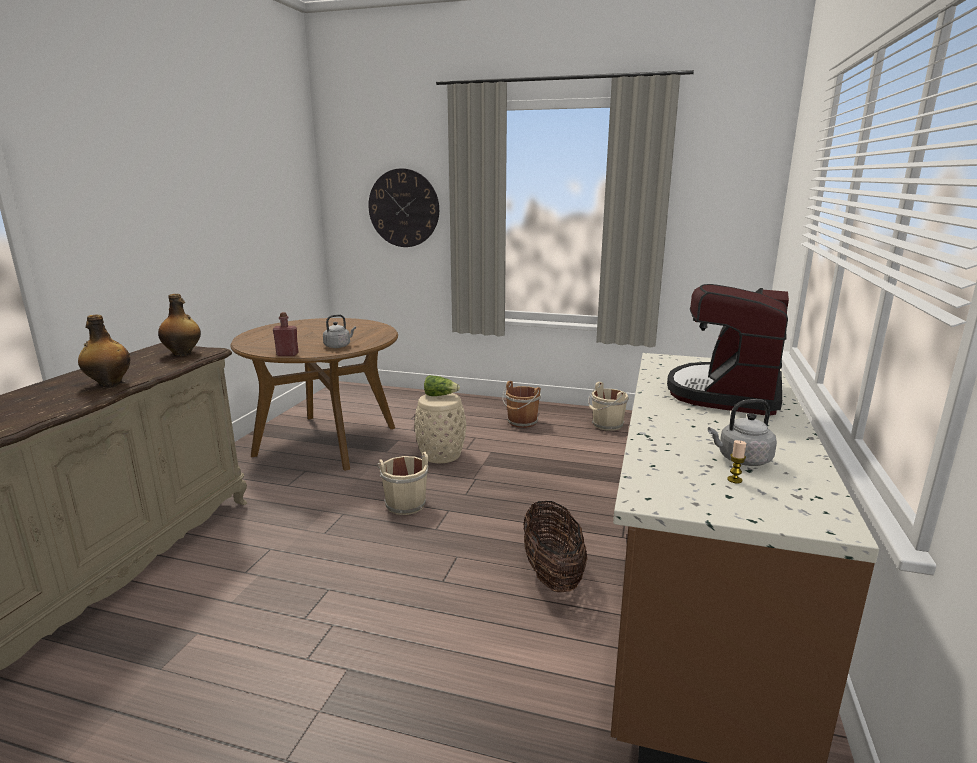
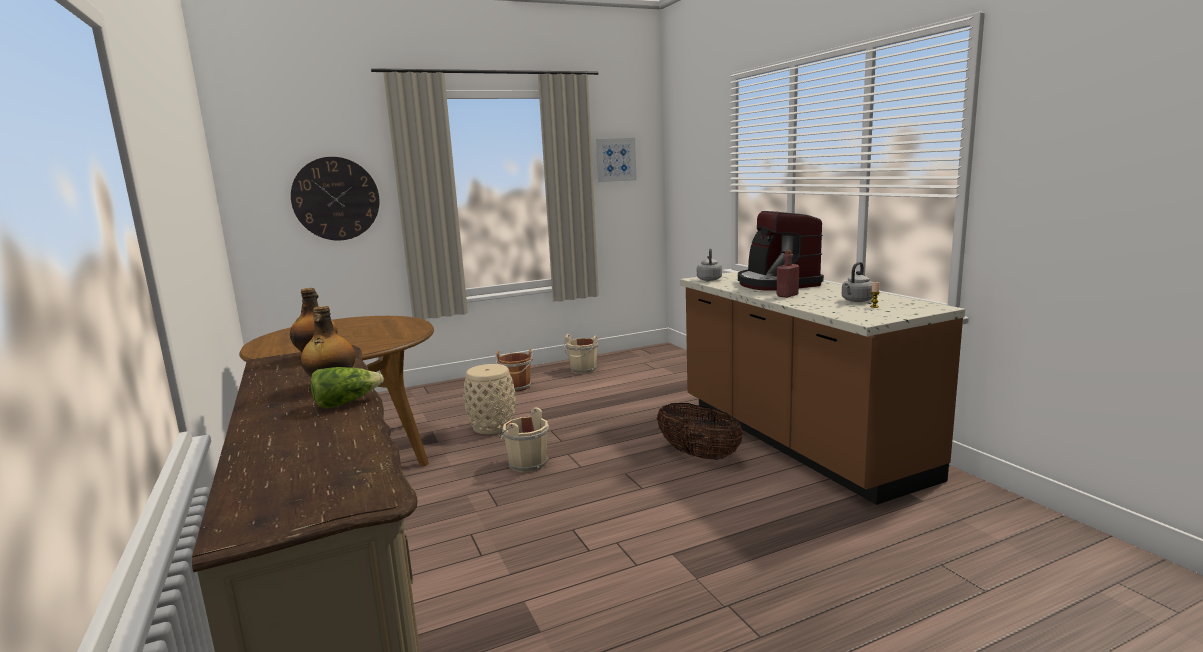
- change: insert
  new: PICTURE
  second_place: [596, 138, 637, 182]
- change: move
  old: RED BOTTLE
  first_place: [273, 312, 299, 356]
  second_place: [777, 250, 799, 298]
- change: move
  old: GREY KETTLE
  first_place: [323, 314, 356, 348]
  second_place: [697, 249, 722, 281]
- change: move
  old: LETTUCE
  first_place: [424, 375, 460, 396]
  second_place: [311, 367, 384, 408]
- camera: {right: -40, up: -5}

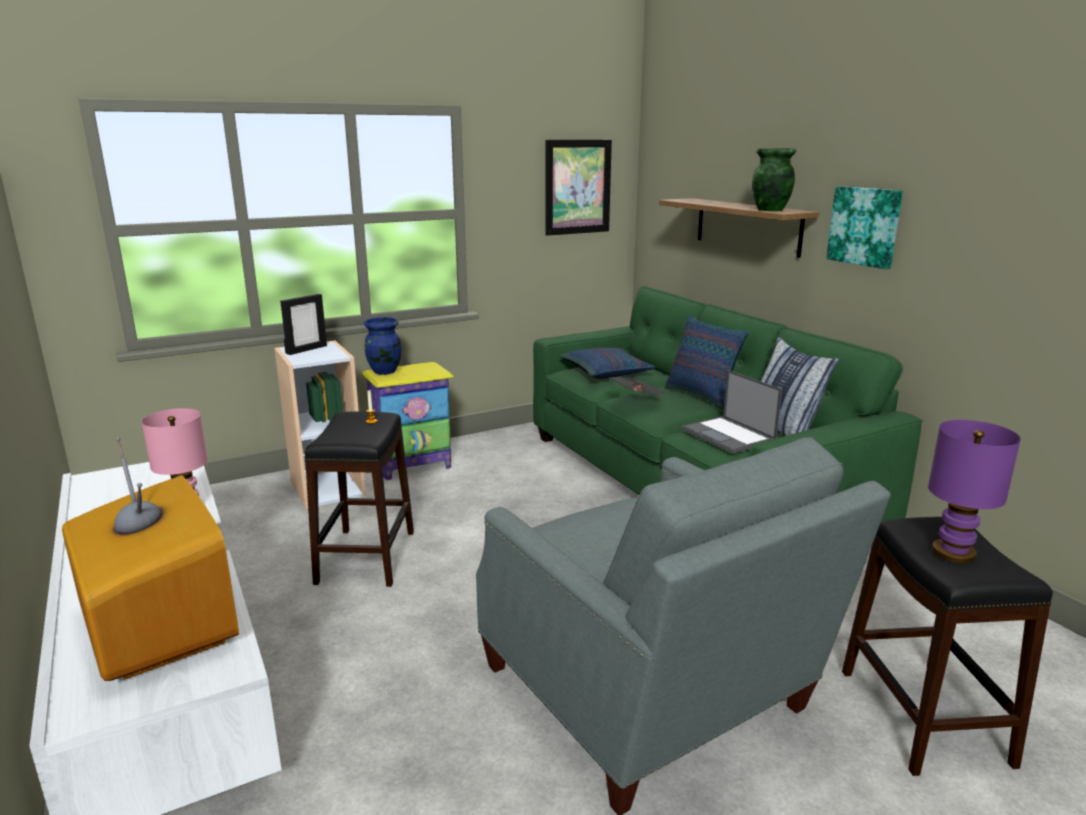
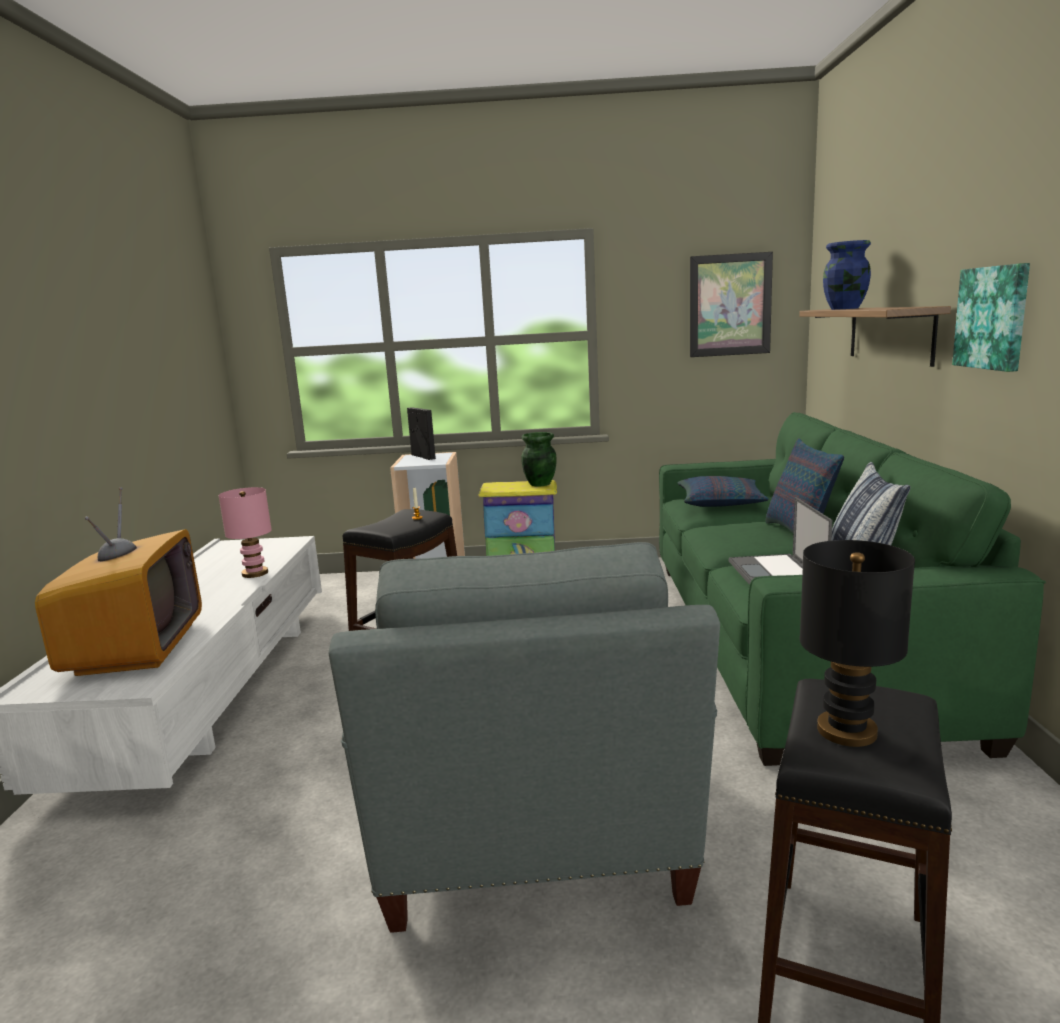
- change: delete
  old: NEWSPAPER
  first_place: [609, 377, 665, 396]
- change: move
  old: BLUE VASE
  first_place: [364, 317, 401, 375]
  second_place: [823, 240, 871, 310]
- change: move
  old: GREEN VASE
  first_place: [752, 148, 796, 211]
  second_place: [521, 432, 557, 486]
- change: recolor
  old: PURPLE TABLE LAMP
  new: BLACK TABLE LAMP
  first_place: [928, 420, 1021, 564]
  second_place: [800, 540, 915, 747]
- change: rotate
  old: PICTURE FRAME
  first_place: [280, 294, 327, 355]
  second_place: [407, 407, 436, 460]
  degrees: -105
- camera: {right: 30, up: -5}

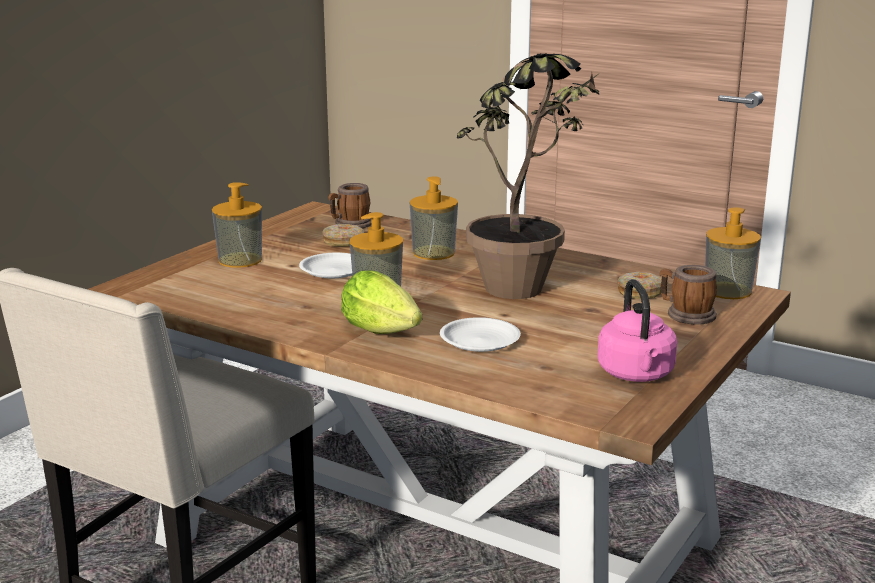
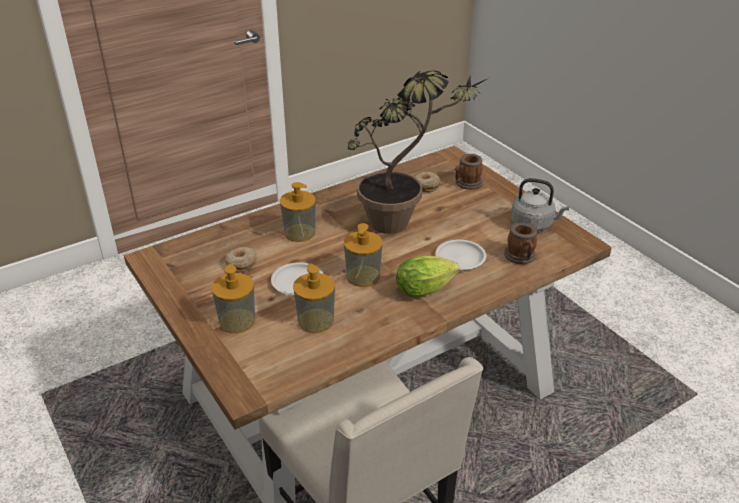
- change: move
  old: MUG
  first_place: [328, 183, 371, 228]
  second_place: [504, 223, 537, 264]
- change: move
  old: SOAP DISPENSER
  first_place: [705, 208, 761, 299]
  second_place: [293, 264, 335, 333]
- change: recolor
  old: PINK KETTLE
  new: GREY KETTLE
  first_place: [597, 279, 677, 382]
  second_place: [511, 178, 569, 231]
- camera: {right: -65, up: 15}

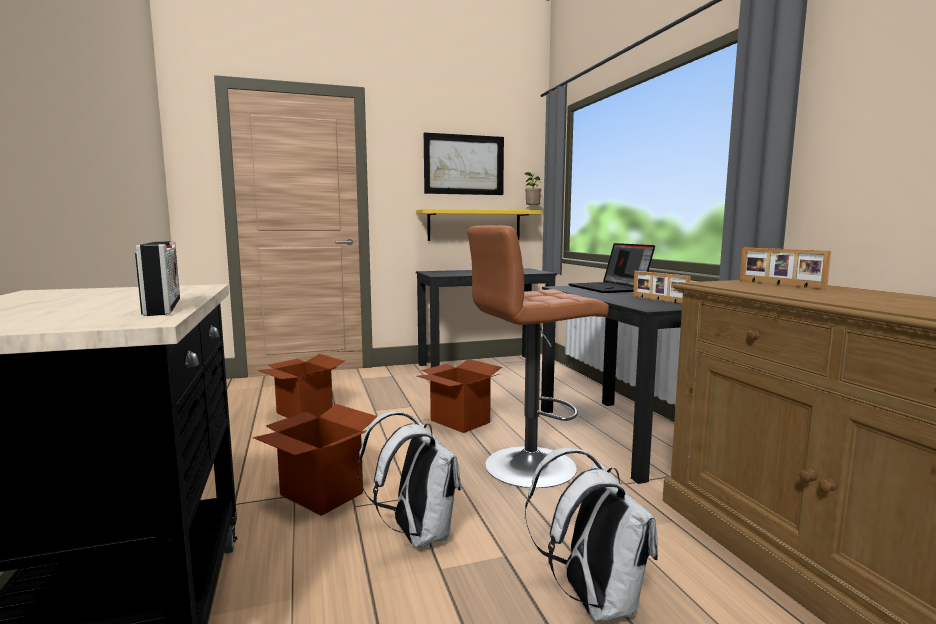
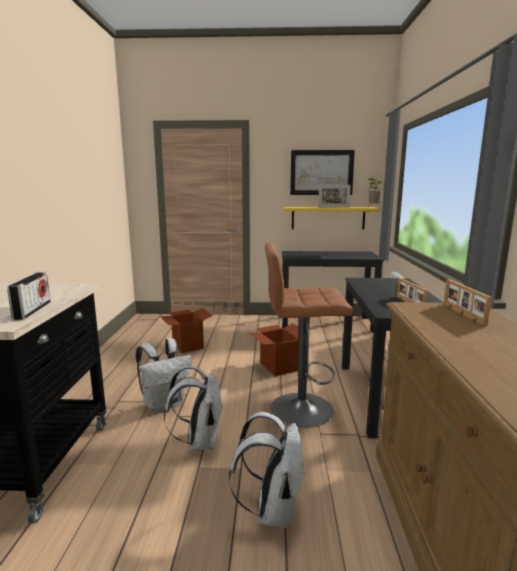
- change: delete
  old: LAPTOP
  first_place: [568, 243, 655, 293]
- change: insert
  new: PICTURE FRAME
  second_place: [318, 185, 351, 208]
- change: replace
  old: CARDBOARD BOX
  new: WHITE BACKPACK
  first_place: [253, 404, 378, 516]
  second_place: [136, 338, 192, 412]
- camera: {right: 20, up: 5}

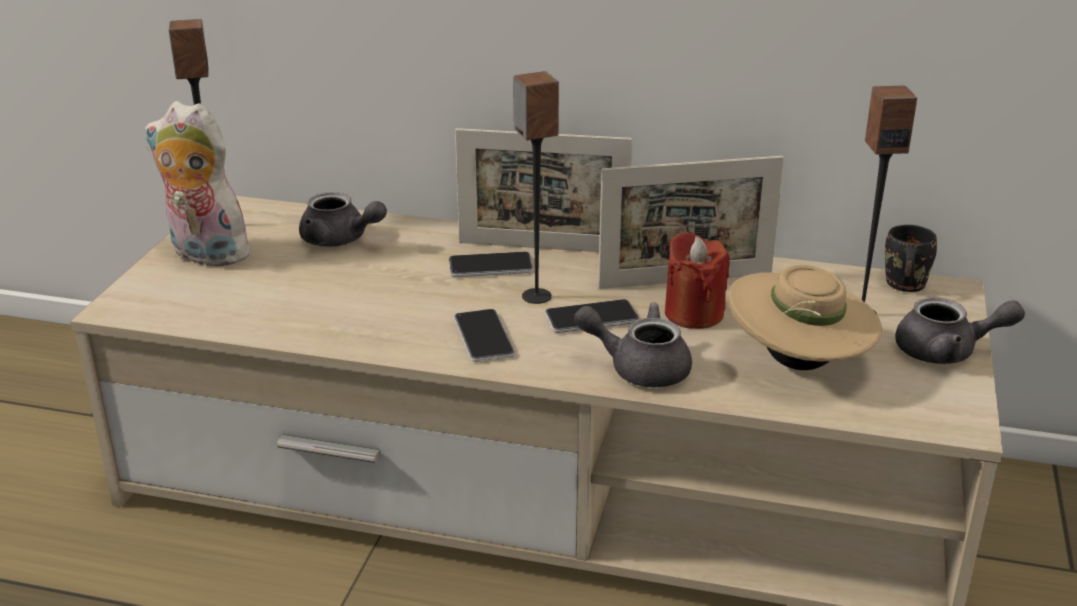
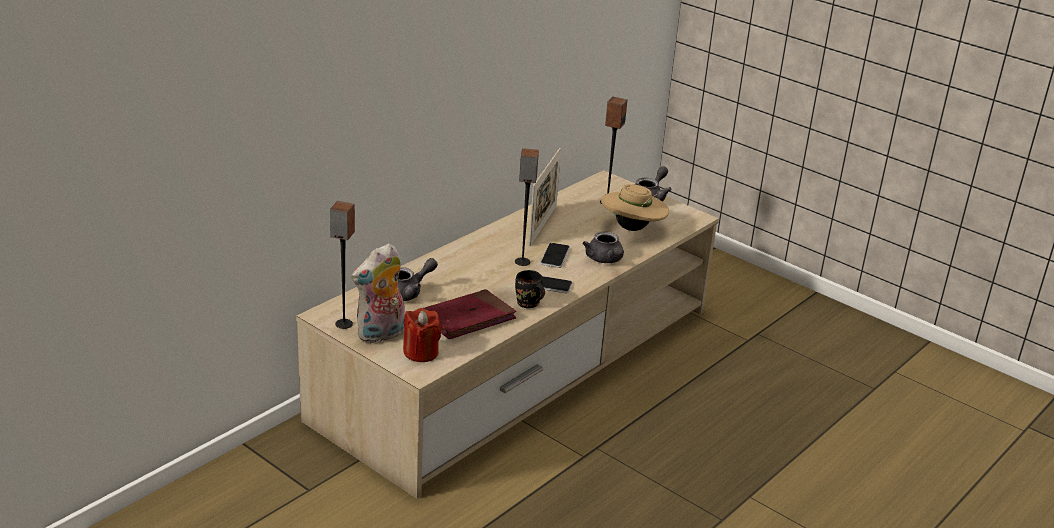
- change: delete
  old: PHONE
  first_place: [449, 252, 533, 277]
- change: delete
  old: PICTURE FRAME
  first_place: [455, 128, 632, 252]
- change: insert
  new: RED BOOK
  second_place: [423, 289, 517, 339]
- change: move
  old: RED CANDLE
  first_place: [665, 231, 730, 329]
  second_place: [403, 308, 441, 362]
- change: move
  old: BLACK MUG
  first_place: [885, 225, 937, 292]
  second_place: [515, 270, 545, 308]
- change: rotate
  old: GREY TEAPOT
  first_place: [574, 303, 692, 387]
  second_place: [583, 232, 624, 263]
  degrees: -60
- camera: {right: -65, up: 0}

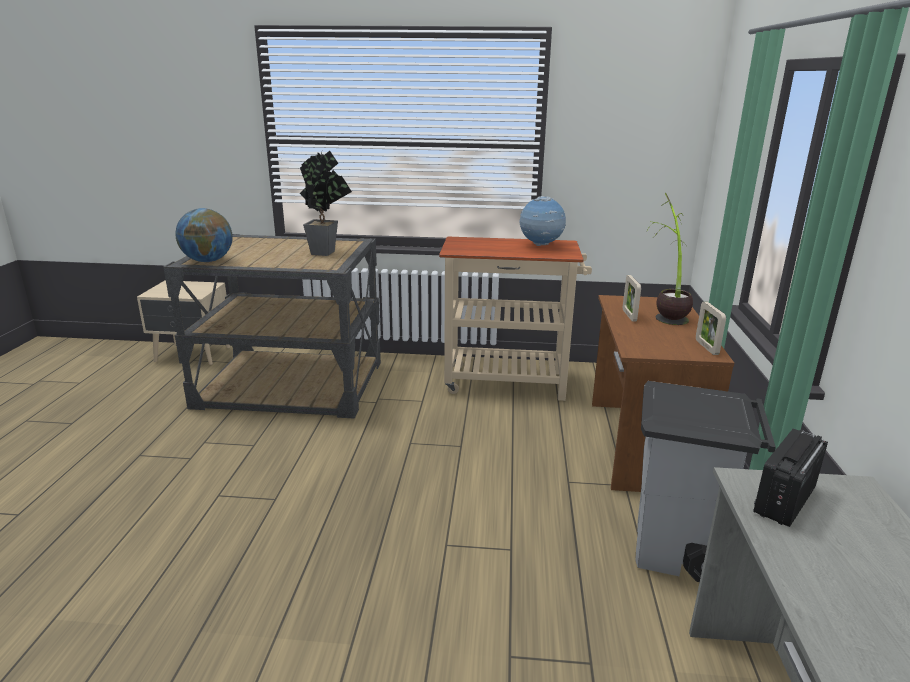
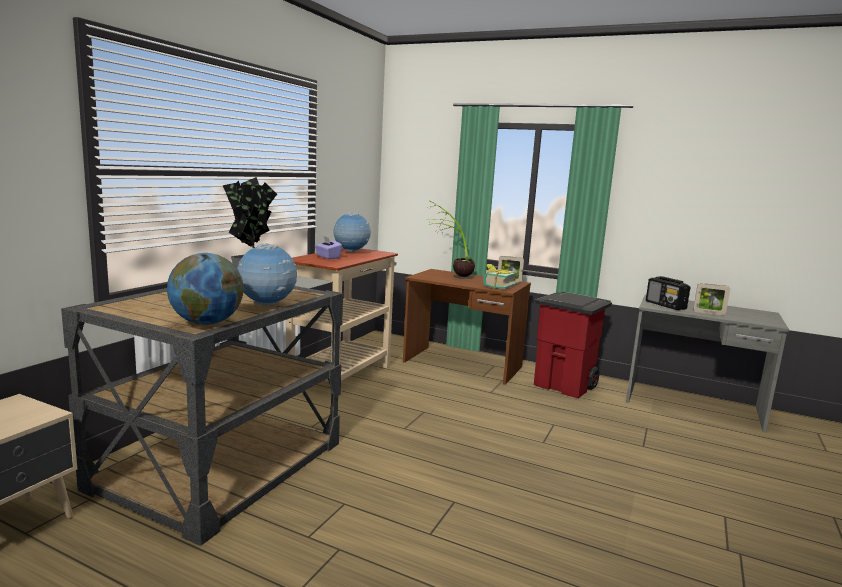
- change: insert
  new: GLOBE
  second_place: [237, 243, 297, 306]
- change: insert
  new: PURPLE TISSUE BOX
  second_place: [315, 236, 342, 259]
- change: insert
  new: BOOK
  second_place: [483, 264, 518, 289]
- change: move
  old: PICTURE FRAME
  first_place: [623, 275, 641, 321]
  second_place: [693, 283, 730, 315]
- change: recolor
  old: GREY TRASH CAN
  new: RED TRASH CAN
  first_place: [635, 381, 776, 582]
  second_place: [534, 292, 612, 398]
- camera: {right: -70, up: -10}

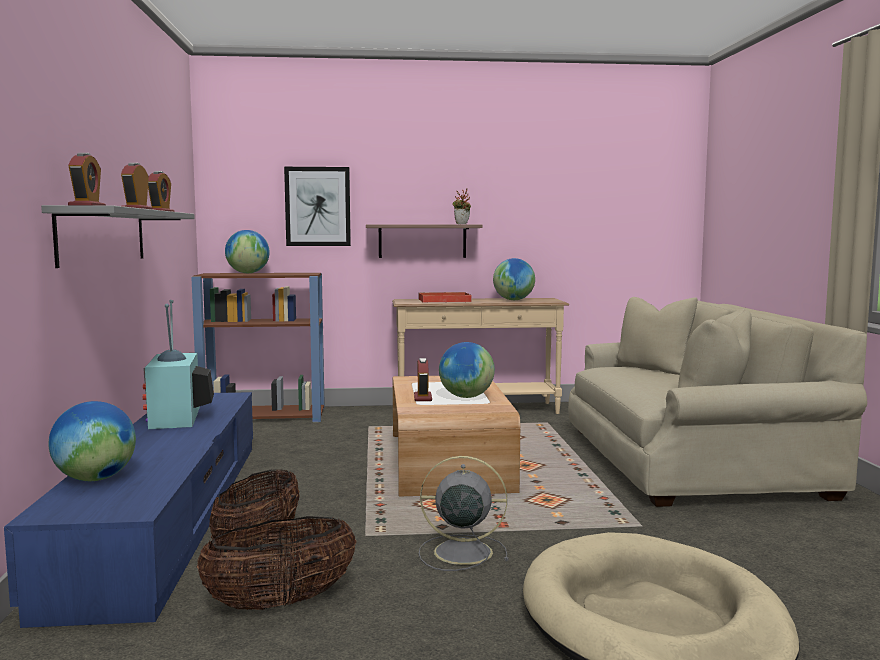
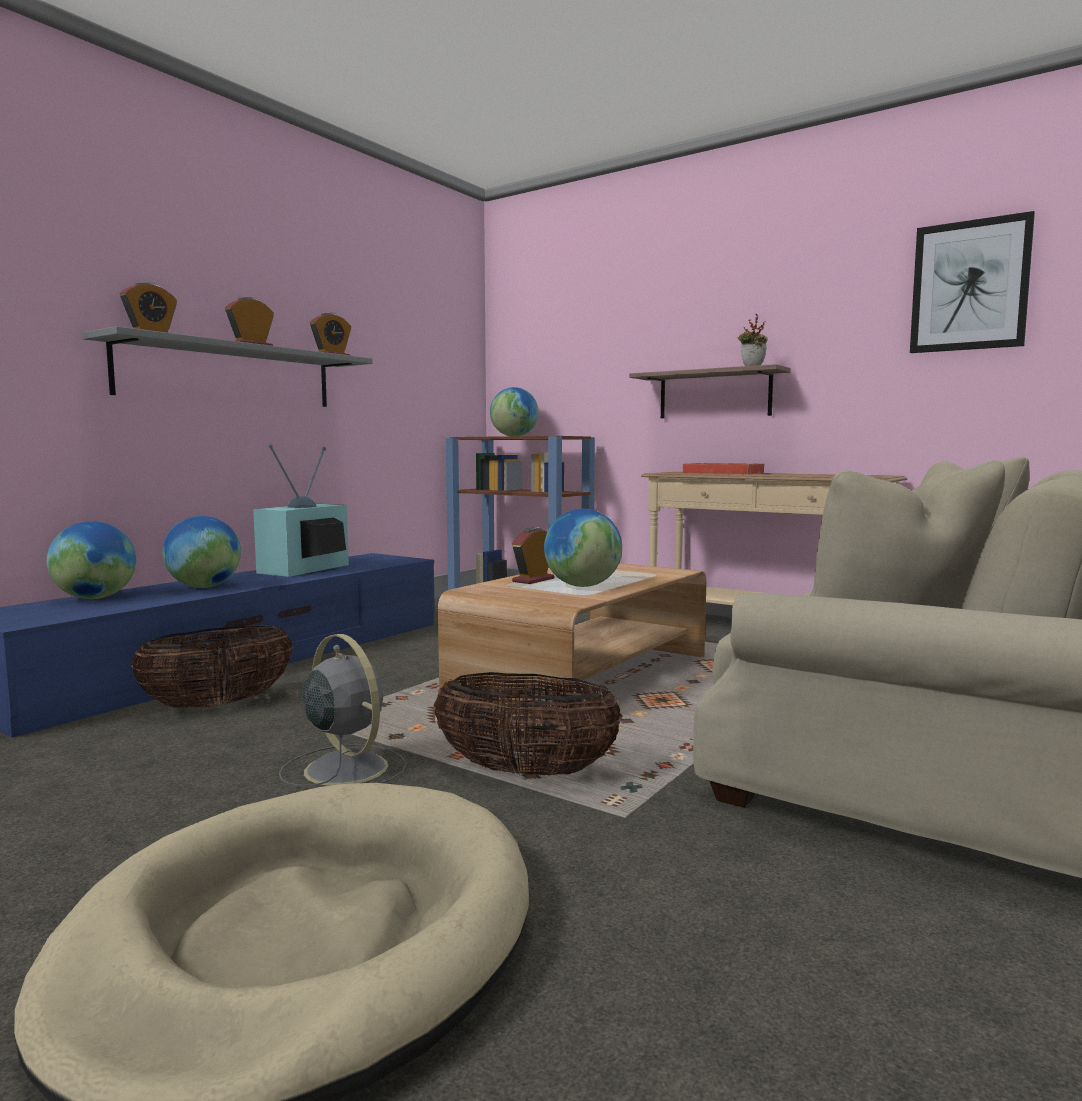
- change: move
  old: BASKET
  first_place: [196, 516, 356, 610]
  second_place: [433, 672, 623, 775]
- change: move
  old: PICTURE
  first_place: [284, 167, 351, 246]
  second_place: [910, 211, 1035, 353]
- change: move
  old: GLOBE
  first_place: [493, 258, 535, 300]
  second_place: [162, 516, 241, 588]
- camera: {right: 40, up: 0}

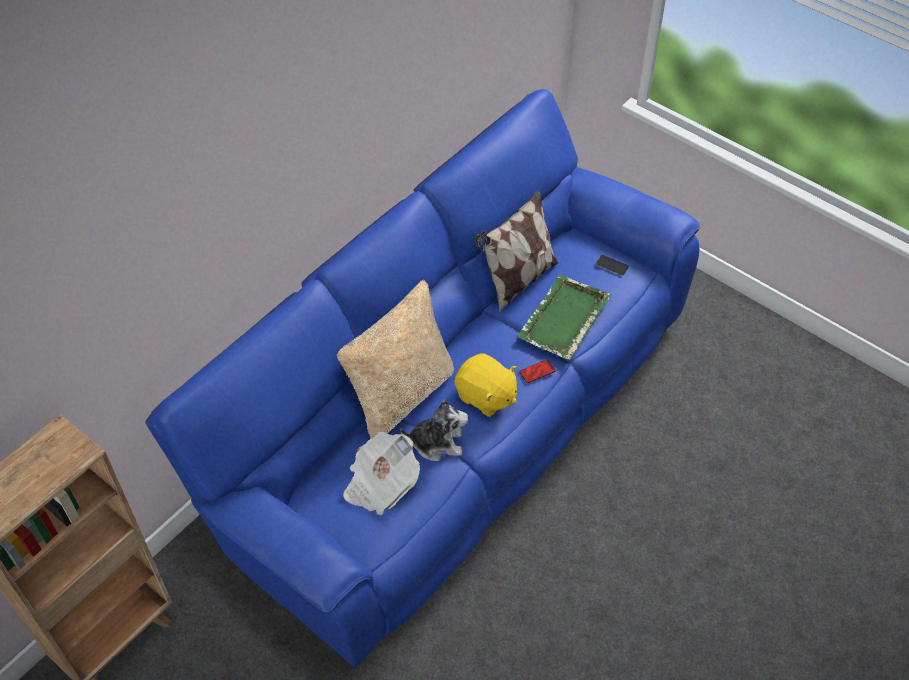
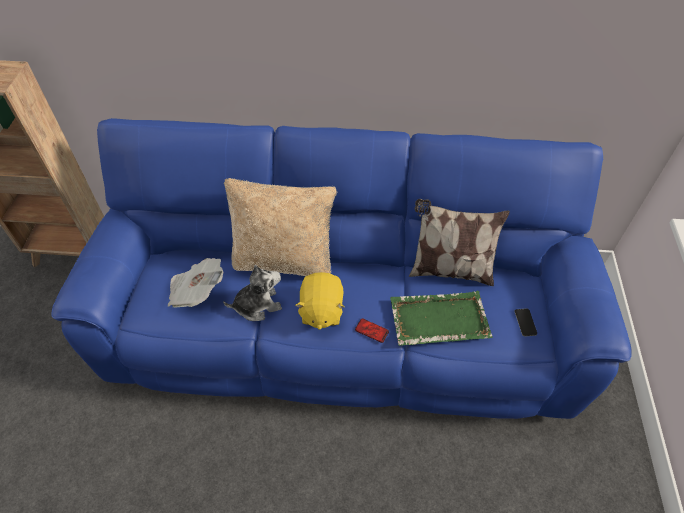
- change: rotate
  old: PLUSH TOY
  first_place: [400, 400, 468, 461]
  second_place: [223, 264, 282, 321]
  degrees: -75
- camera: {right: 55, up: 0}

